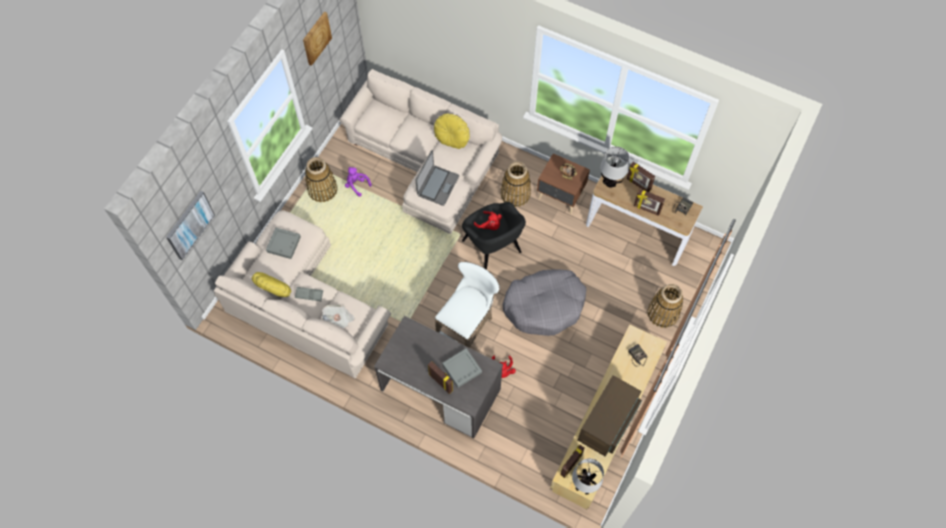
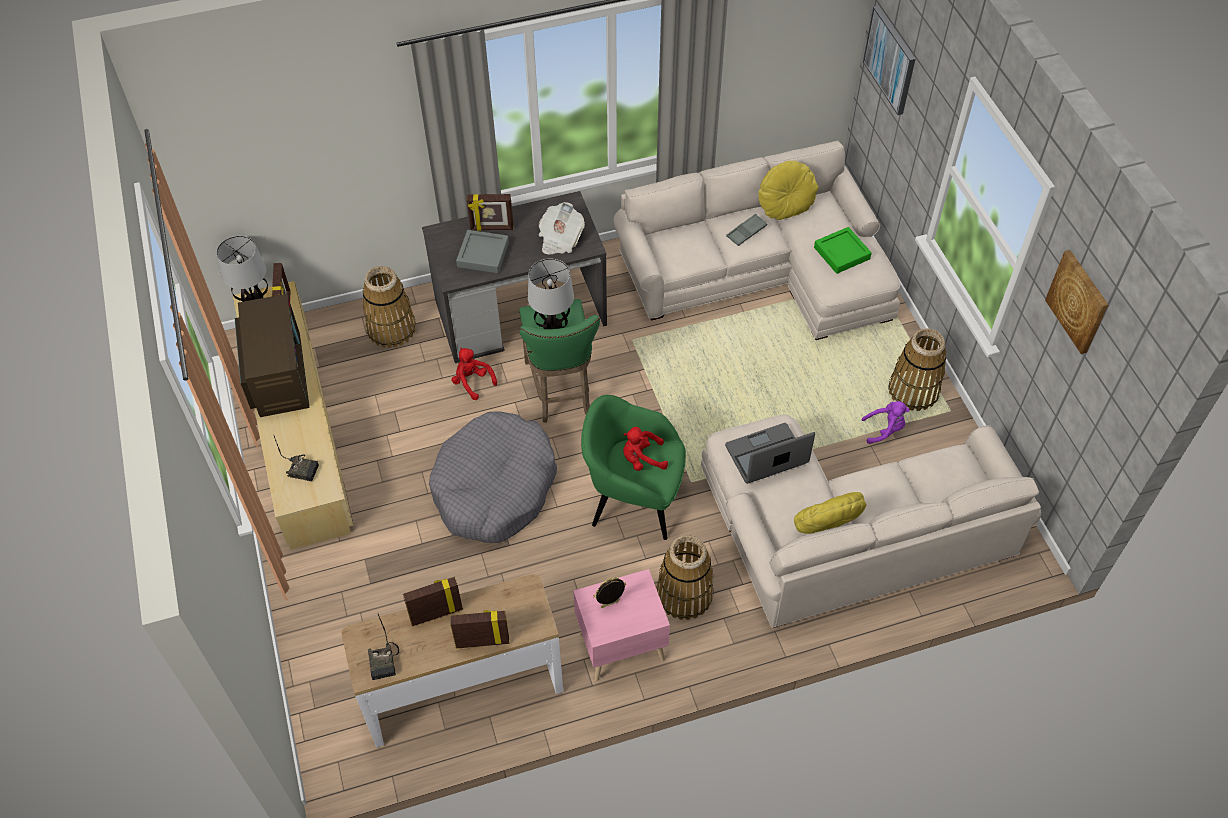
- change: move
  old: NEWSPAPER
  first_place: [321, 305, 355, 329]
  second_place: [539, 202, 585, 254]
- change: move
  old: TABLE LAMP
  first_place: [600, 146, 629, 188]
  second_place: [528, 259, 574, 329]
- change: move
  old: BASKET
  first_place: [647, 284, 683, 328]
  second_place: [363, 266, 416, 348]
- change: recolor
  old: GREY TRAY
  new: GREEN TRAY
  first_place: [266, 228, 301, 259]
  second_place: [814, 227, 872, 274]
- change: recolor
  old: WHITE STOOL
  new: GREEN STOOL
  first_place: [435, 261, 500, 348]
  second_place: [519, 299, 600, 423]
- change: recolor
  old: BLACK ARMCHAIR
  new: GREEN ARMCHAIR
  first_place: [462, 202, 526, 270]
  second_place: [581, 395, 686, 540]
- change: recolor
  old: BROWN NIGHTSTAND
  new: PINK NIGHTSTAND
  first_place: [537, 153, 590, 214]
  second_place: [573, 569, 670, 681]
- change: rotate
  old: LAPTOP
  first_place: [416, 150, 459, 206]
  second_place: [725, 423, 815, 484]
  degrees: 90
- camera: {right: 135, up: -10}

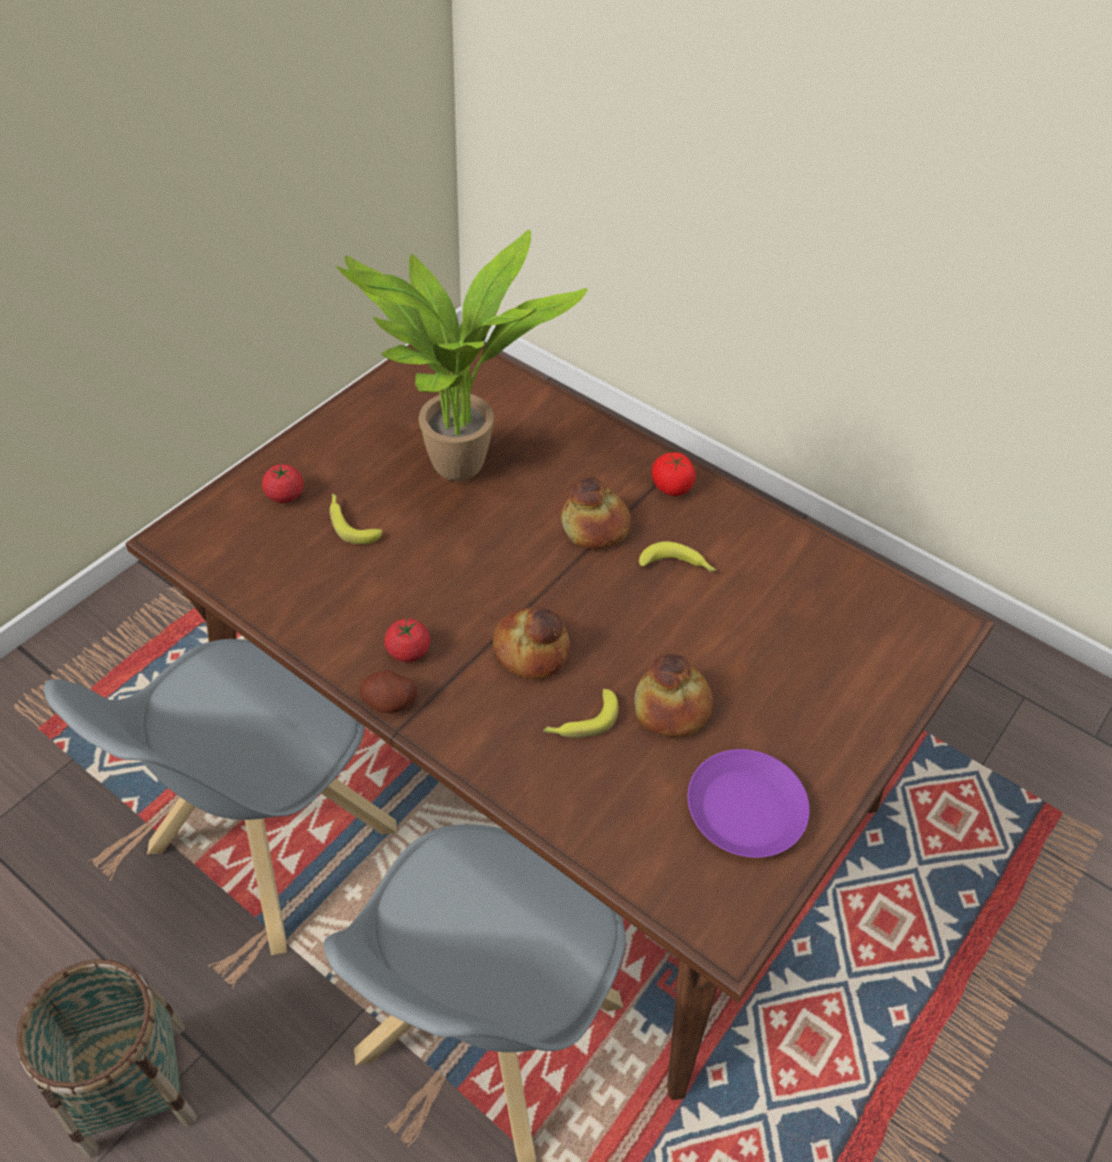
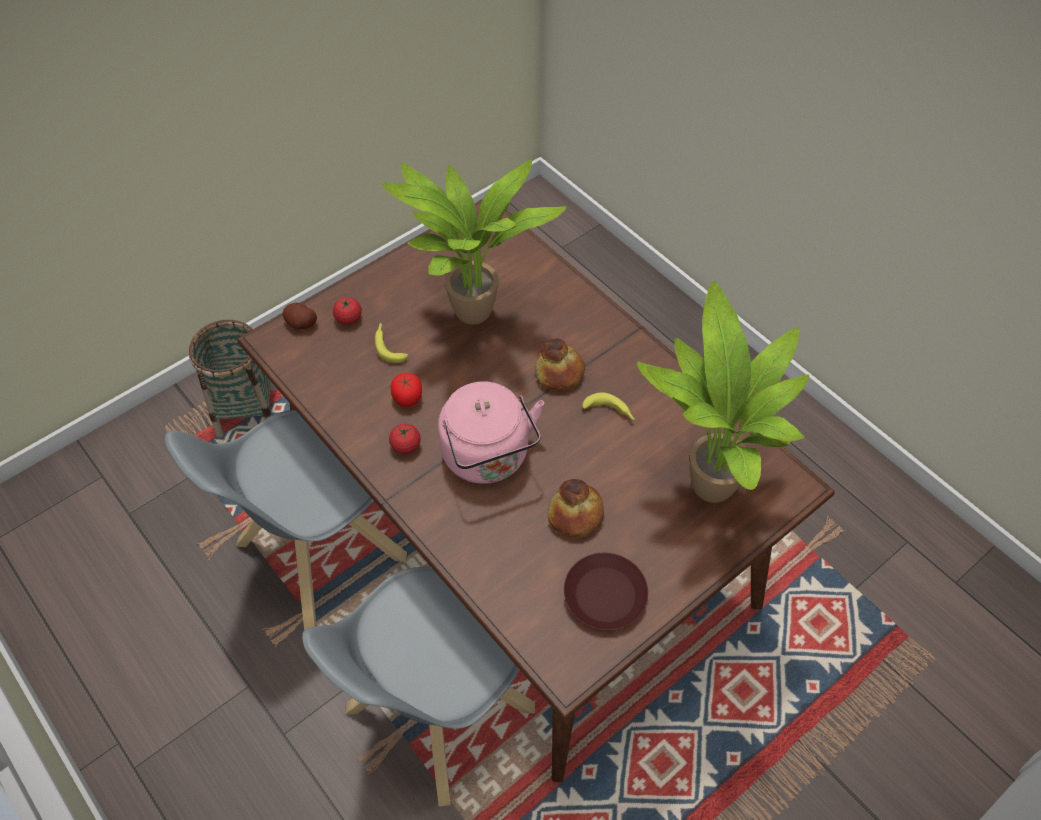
- change: delete
  old: BANANA
  first_place: [543, 689, 619, 738]
- change: insert
  new: POTTED PLANT
  second_place: [637, 281, 809, 503]
- change: move
  old: BASKET
  first_place: [17, 959, 197, 1158]
  second_place: [189, 320, 277, 438]
- change: move
  old: POTATO
  first_place: [360, 670, 418, 713]
  second_place: [283, 303, 317, 329]
- change: move
  old: TOMATO
  first_place: [652, 452, 695, 496]
  second_place: [391, 373, 422, 407]
- change: replace
  old: BREAD
  new: PINK KETTLE
  first_place: [493, 607, 570, 679]
  second_place: [438, 381, 544, 484]
- change: recolor
  old: PURPLE PLATE
  new: BROWN PLATE
  first_place: [688, 749, 810, 858]
  second_place: [564, 553, 648, 630]
- camera: {right: 15, up: 5}

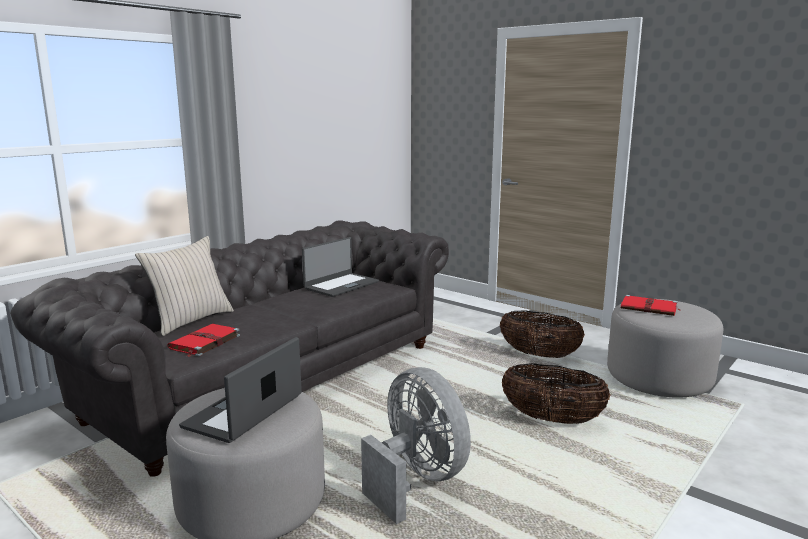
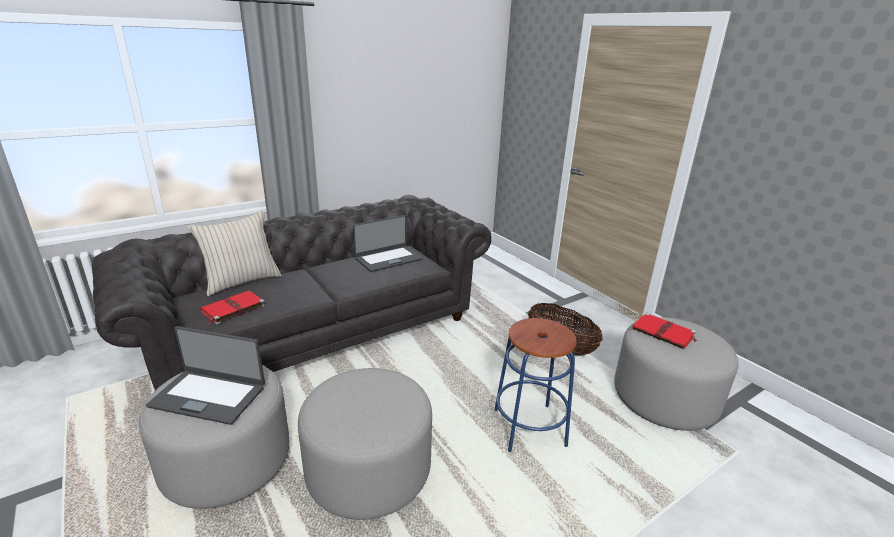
- change: replace
  old: GREY FAN
  new: GREY OTTOMAN
  first_place: [361, 367, 471, 524]
  second_place: [298, 368, 432, 520]
- change: replace
  old: BASKET
  new: BLUE STOOL
  first_place: [502, 363, 611, 424]
  second_place: [494, 318, 577, 452]
- change: rotate
  old: LAPTOP
  first_place: [179, 337, 302, 443]
  second_place: [146, 326, 265, 425]
  degrees: -120
- camera: {right: 15, up: 10}

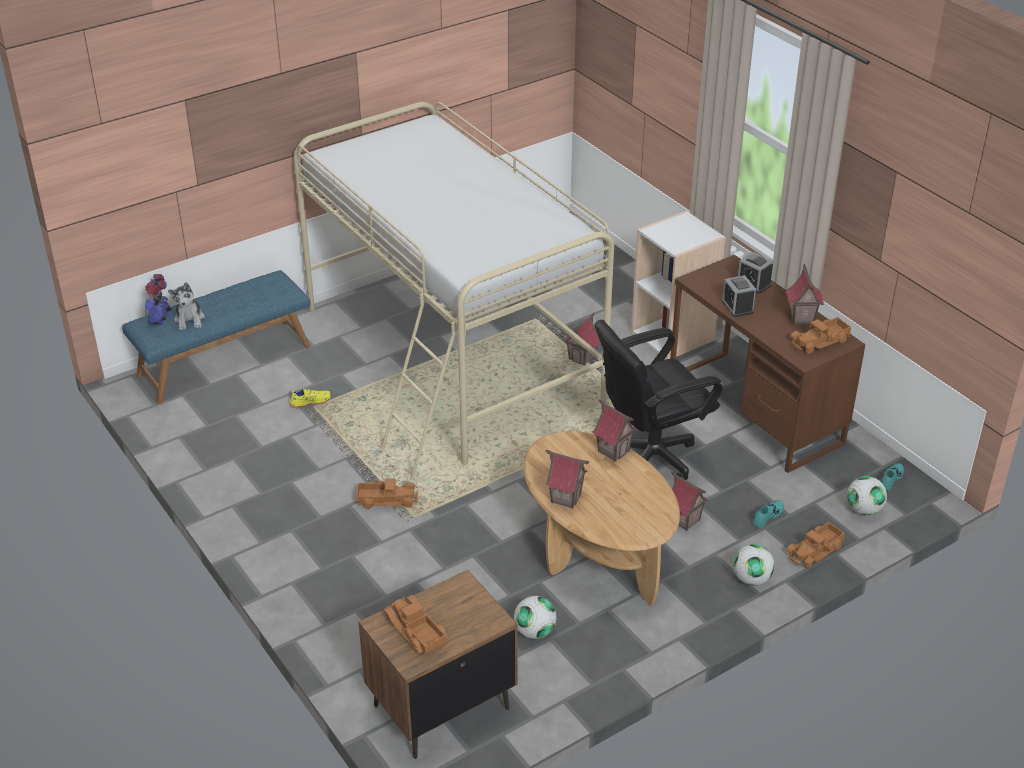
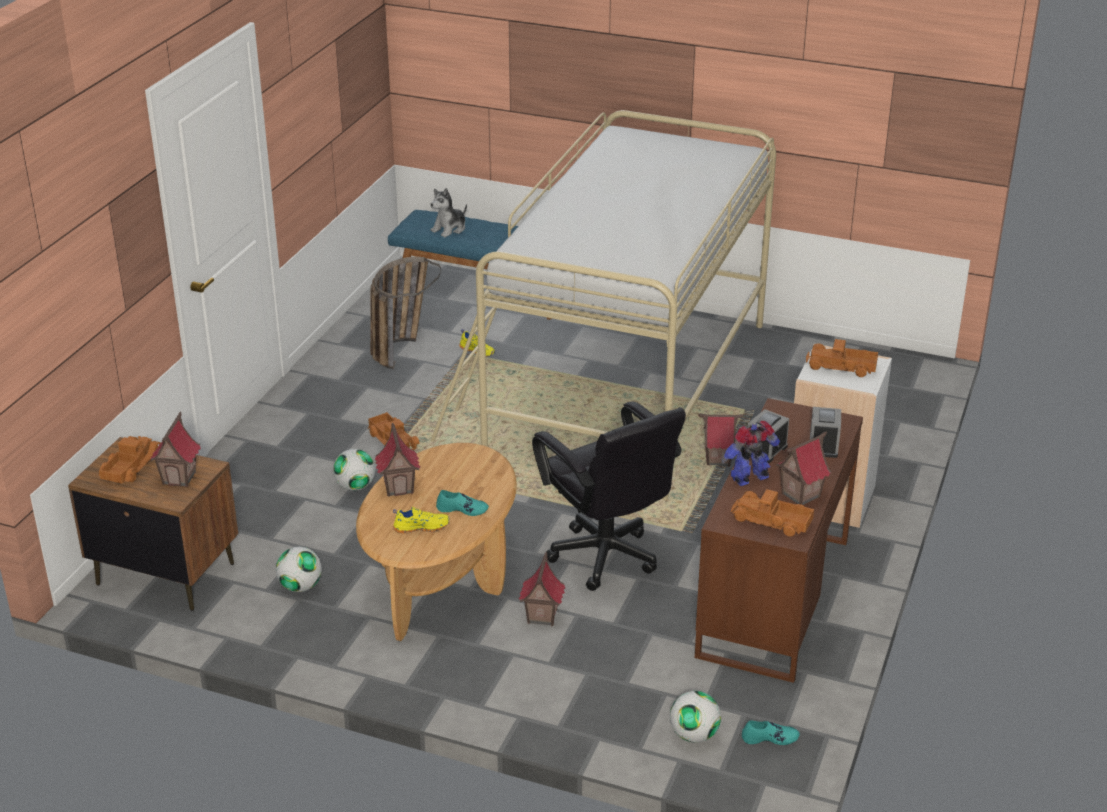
- change: insert
  new: BASKET
  second_place: [370, 257, 441, 369]
- change: insert
  new: YELLOW SHOE
  second_place: [393, 507, 449, 533]
- change: move
  old: TOY ROBOT
  first_place: [145, 274, 172, 325]
  second_place: [721, 421, 780, 486]
- change: move
  old: TOY HOUSE
  first_place: [593, 399, 638, 462]
  second_place: [150, 411, 201, 487]
- change: move
  old: FOOTBALL
  first_place: [733, 544, 775, 586]
  second_place: [333, 449, 375, 491]
- change: move
  old: TURQUOISE SHOE
  first_place: [752, 500, 784, 528]
  second_place: [436, 490, 489, 516]
- change: move
  old: TOY TRUCK
  first_place: [786, 522, 845, 568]
  second_place: [806, 339, 878, 377]
- change: rotate
  old: BLACK OFFICE CHAIR
  first_place: [595, 320, 722, 480]
  second_place: [532, 402, 686, 591]
  degrees: -150
- camera: {right: 55, up: -5}

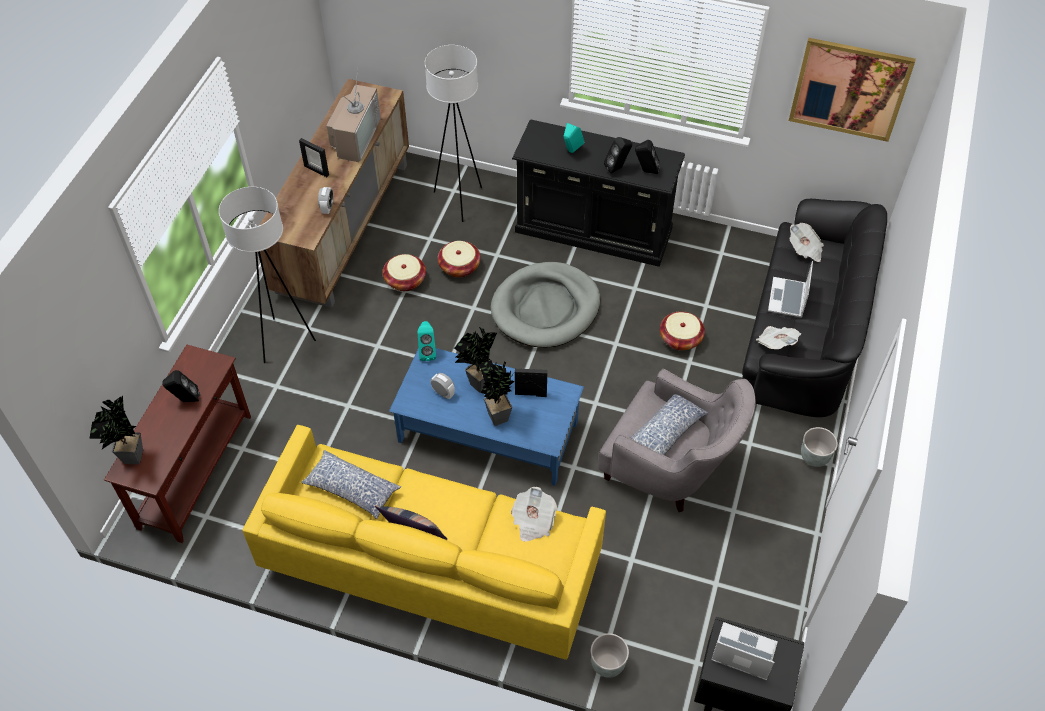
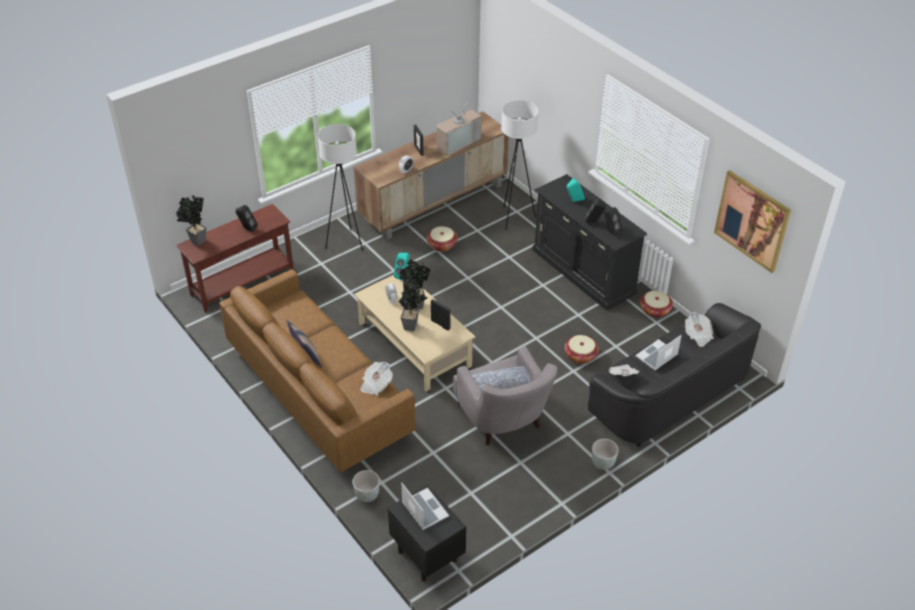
- change: delete
  old: PILLOW
  first_place: [301, 450, 401, 519]
- change: delete
  old: GREY DOG BED
  first_place: [491, 262, 600, 348]
- change: move
  old: BASKET
  first_place: [438, 241, 480, 278]
  second_place: [640, 291, 673, 318]
- change: recolor
  old: YELLOW SOFA
  new: BROWN SOFA
  first_place: [242, 425, 606, 660]
  second_place: [219, 269, 416, 472]
- change: recolor
  old: BLUE COFFEE TABLE
  new: BEIGE COFFEE TABLE
  first_place: [389, 348, 584, 486]
  second_place: [355, 275, 475, 391]
- camera: {right: 35, up: -10}

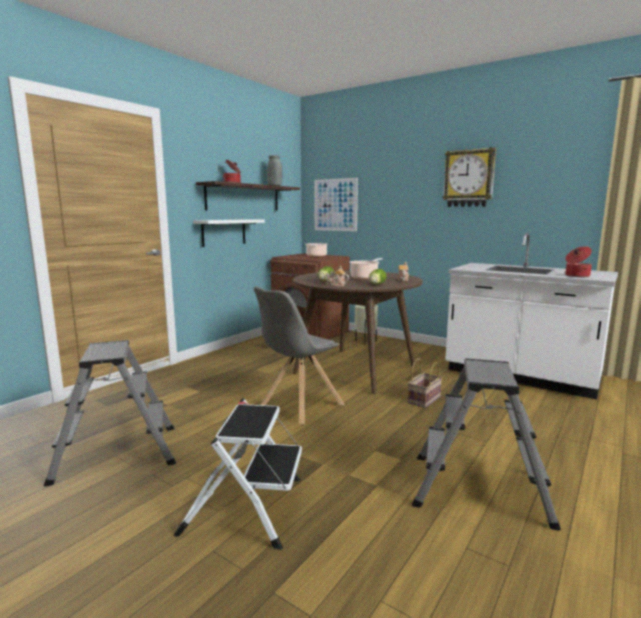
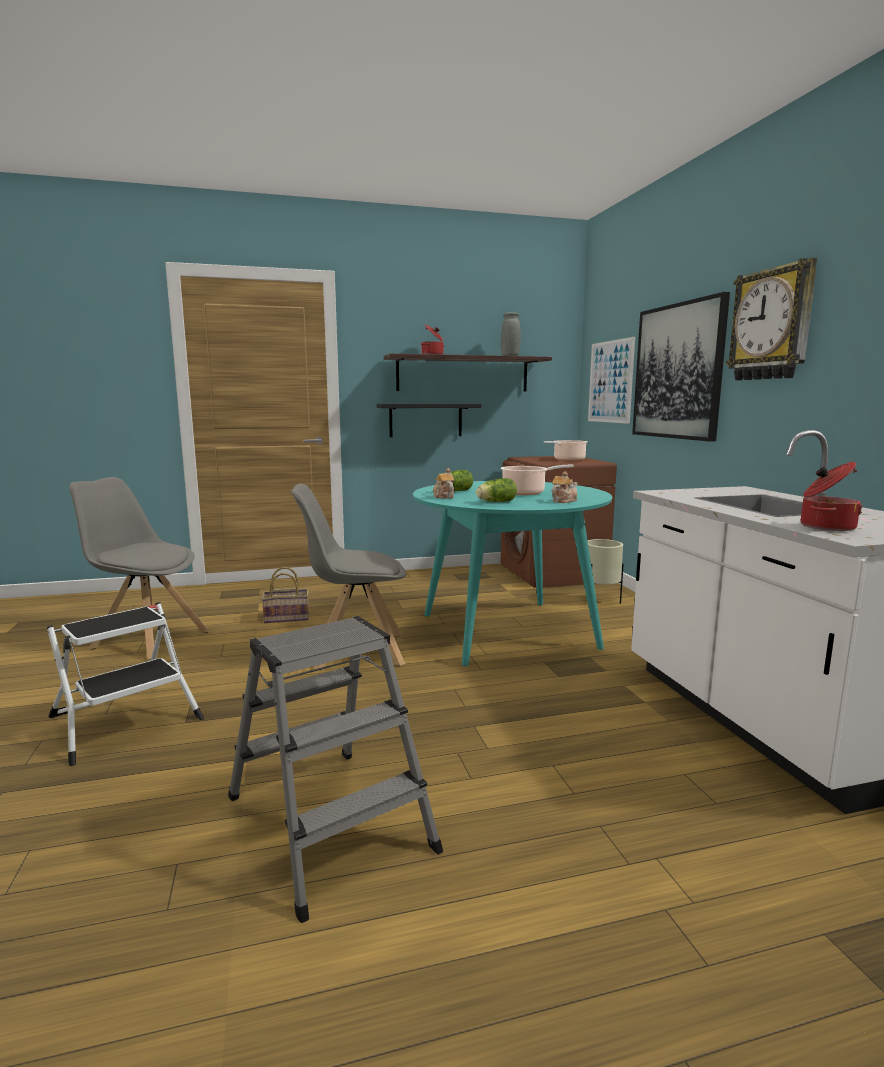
- change: insert
  new: PICTURE
  second_place: [632, 292, 730, 442]
- change: move
  old: BASKET
  first_place: [408, 358, 442, 408]
  second_place: [262, 567, 309, 623]
- change: replace
  old: GREY STEP LADDER
  new: GREY CHAIR
  first_place: [44, 340, 176, 486]
  second_place: [69, 477, 209, 660]
- change: recolor
  old: WHITE SHELF
  new: BLACK SHELF
  first_place: [193, 219, 265, 247]
  second_place: [377, 404, 482, 437]
- change: recolor
  old: BROWN DINING TABLE
  new: TURQUOISE DINING TABLE
  first_place: [293, 271, 423, 394]
  second_place: [413, 481, 612, 666]
- camera: {right: 40, up: 0}

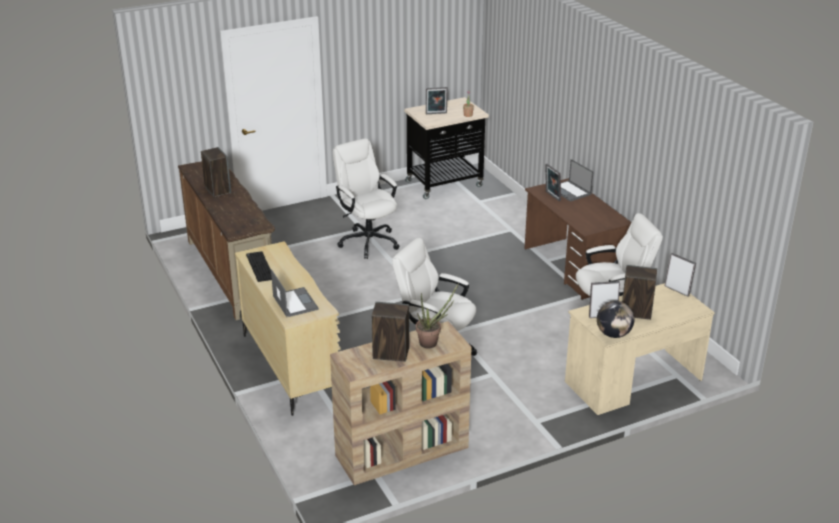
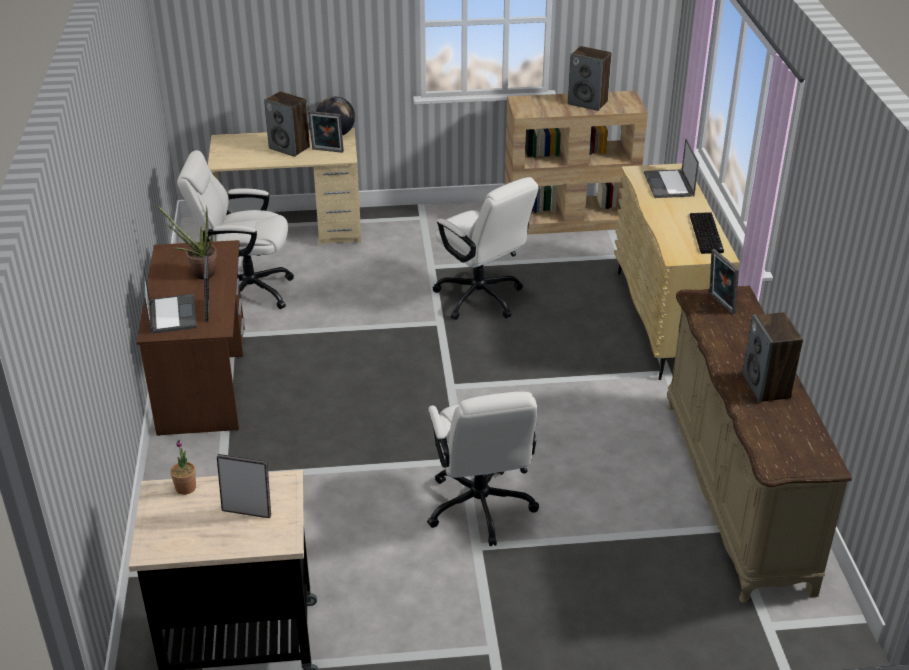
- change: move
  old: POTTED PLANT
  first_place: [416, 283, 459, 349]
  second_place: [156, 205, 217, 279]
- change: move
  old: PICTURE FRAME
  first_place: [665, 253, 696, 297]
  second_place: [709, 249, 739, 314]
- camera: {right: -160, up: 5}

